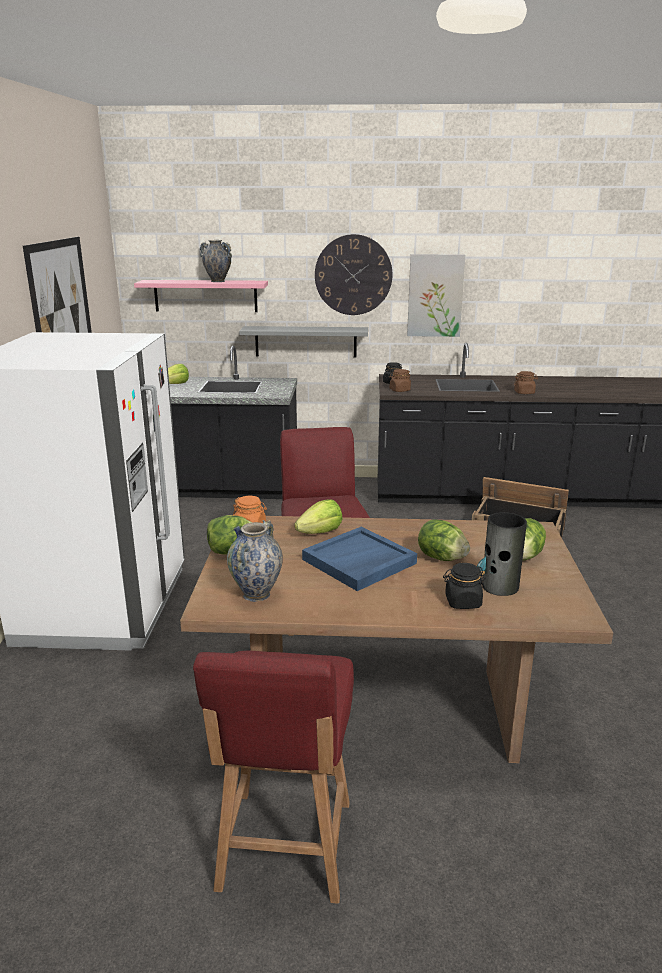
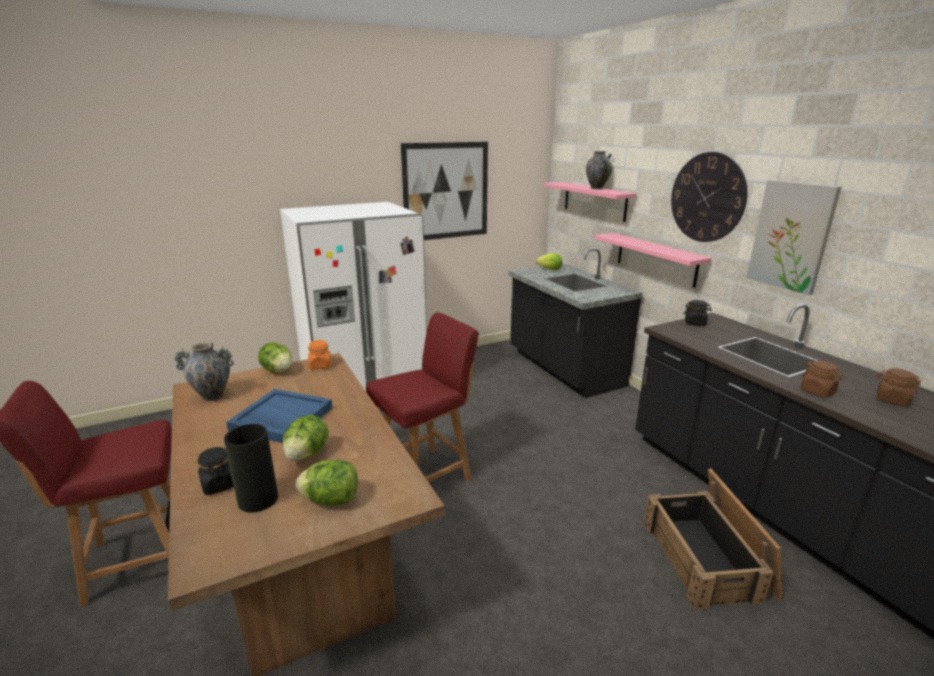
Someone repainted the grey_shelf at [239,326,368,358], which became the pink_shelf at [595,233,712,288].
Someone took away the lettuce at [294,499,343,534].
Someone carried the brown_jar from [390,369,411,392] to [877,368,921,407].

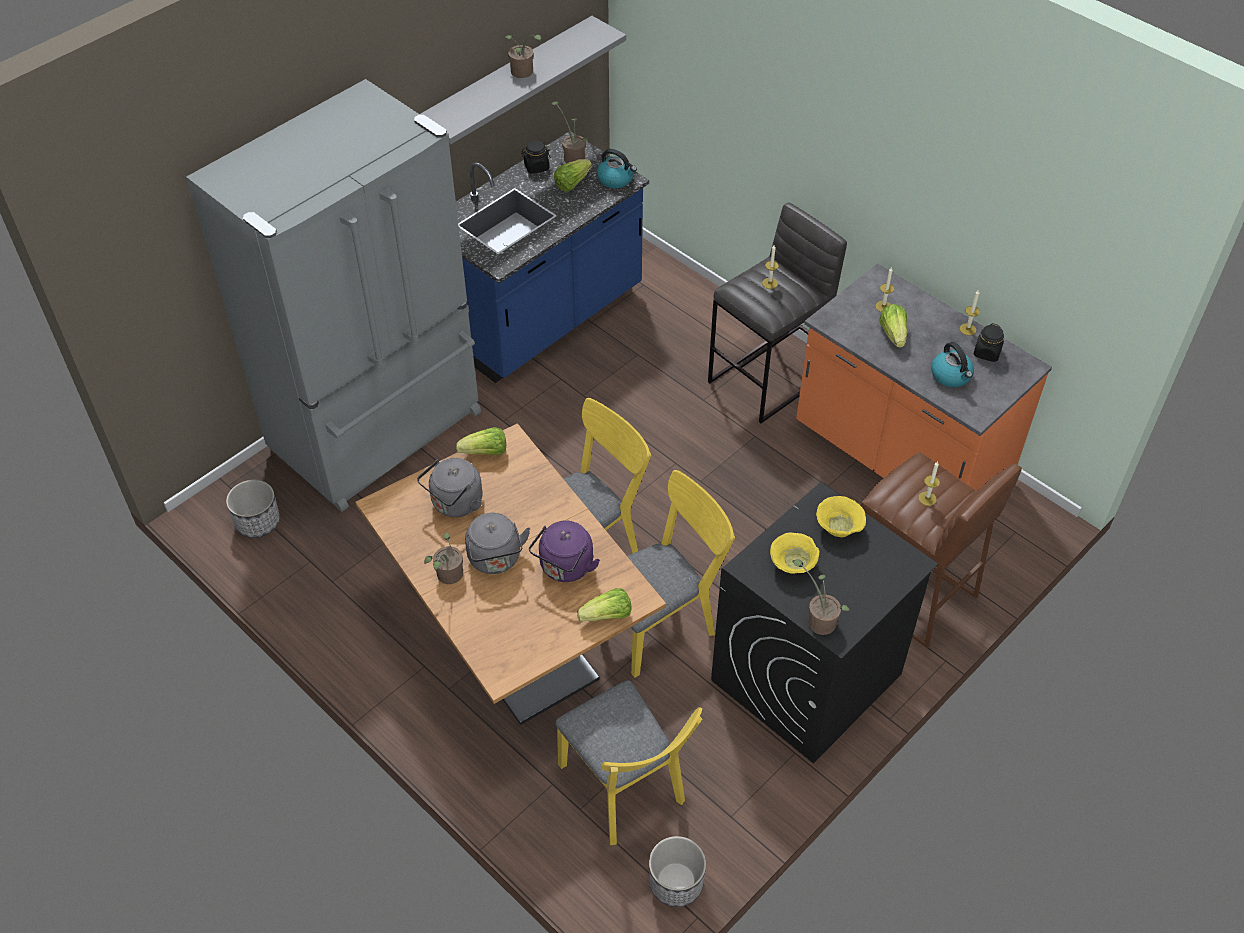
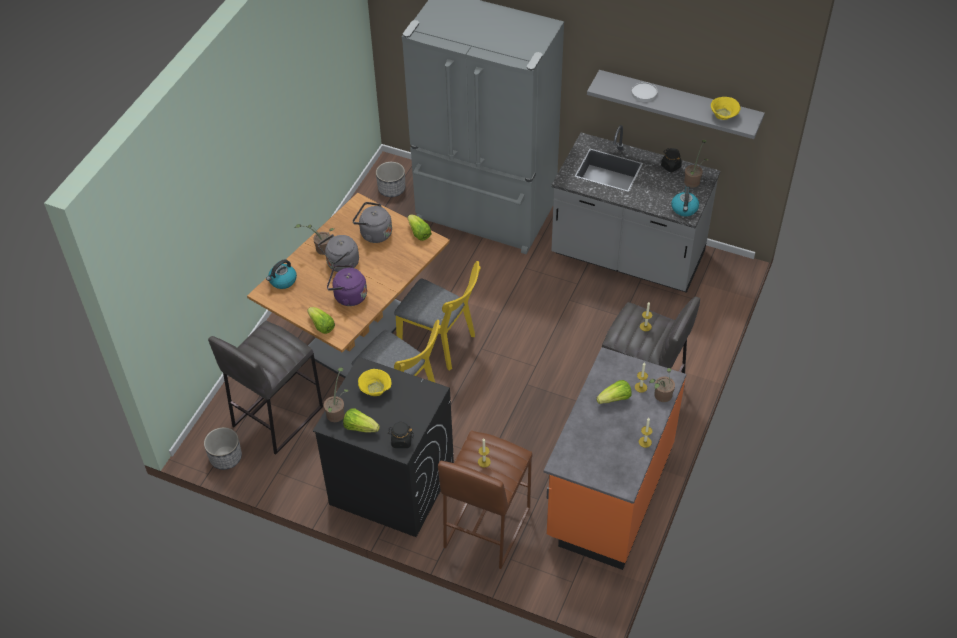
Someone repainted the blue_counter at [456,132,649,383], which became the grey_counter at [551,125,720,293].
Someone carried the potted_plant from [506,35,541,78] to [649,368,675,402].
Someone carried the lettuce from [554,159,592,192] to [343,408,380,433].
Someone swapped the yellow_chair at [555,680,702,845] for the grey_stool at [208,321,323,455].
Someone carried the yellow_bowl from [816,496,866,537] to [711,97,741,120].
Someone carried the kettle from [931,342,974,387] to [266,259,297,289].
Someone carried the black_jar from [973,323,1004,362] to [388,422,414,448].
Someone put down the white_plate at [632,82,657,102].

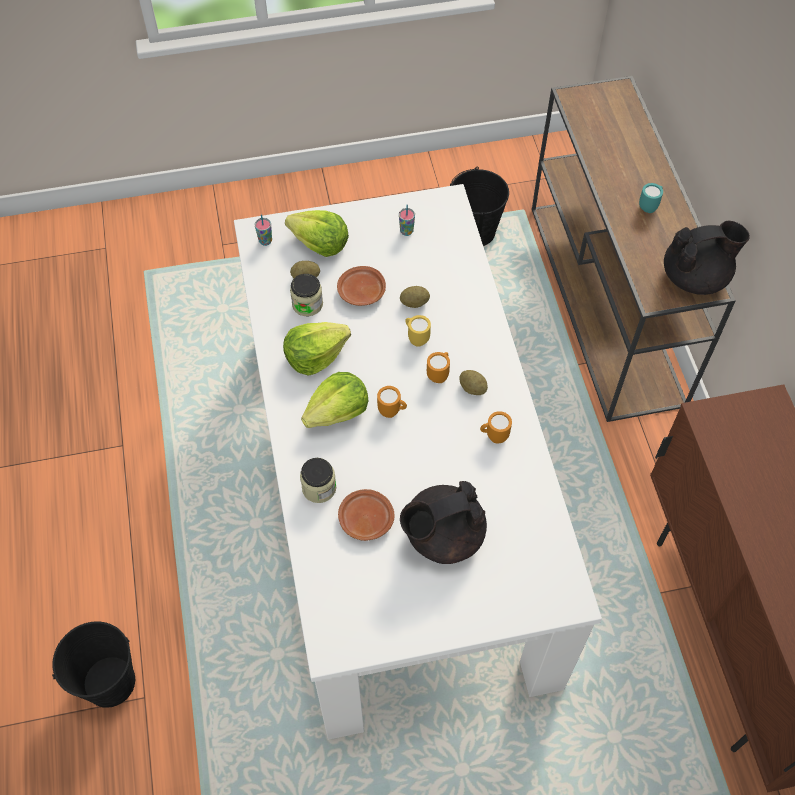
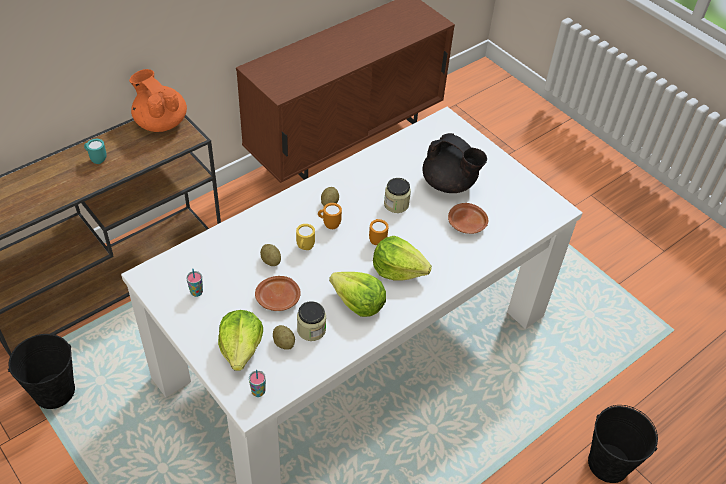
Someone carried the jar from [300,458,336,503] to [384,178,411,213].
Someone took away the orange_mug at [480,411,512,443].
Someone repainted the black_teapot at [664,221,750,295], which became the orange_teapot at [129,69,187,132].

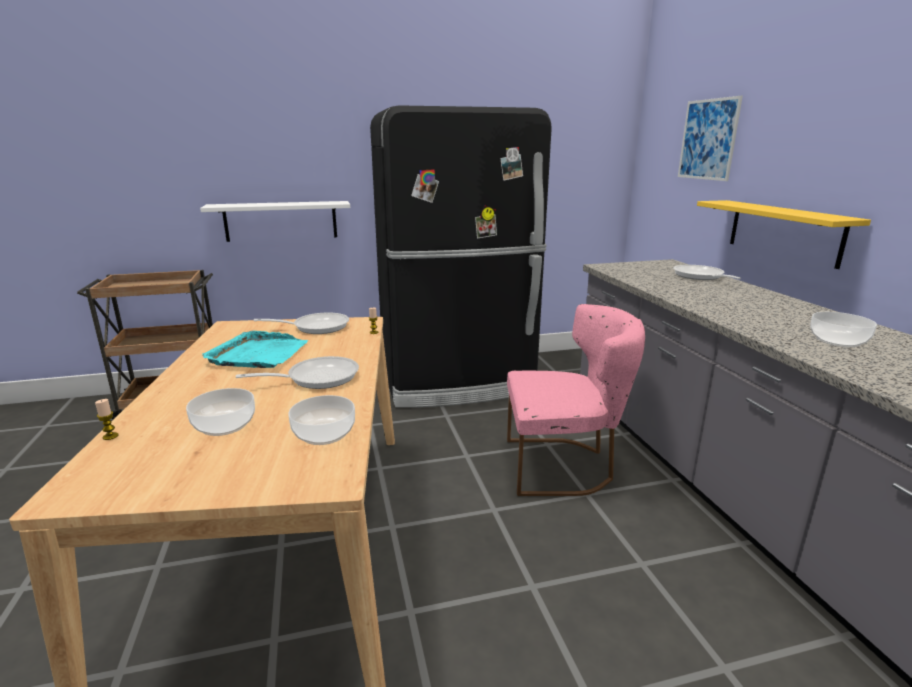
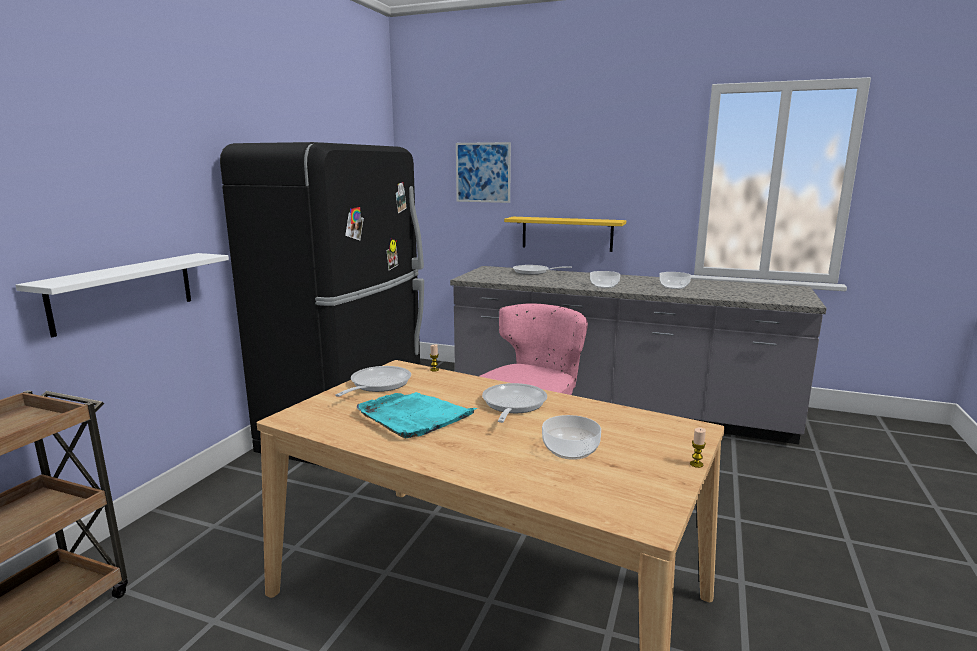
Someone carried the candle from [95,399,119,440] to [690,428,706,468].
Someone carried the bowl from [288,395,355,445] to [590,271,620,288].

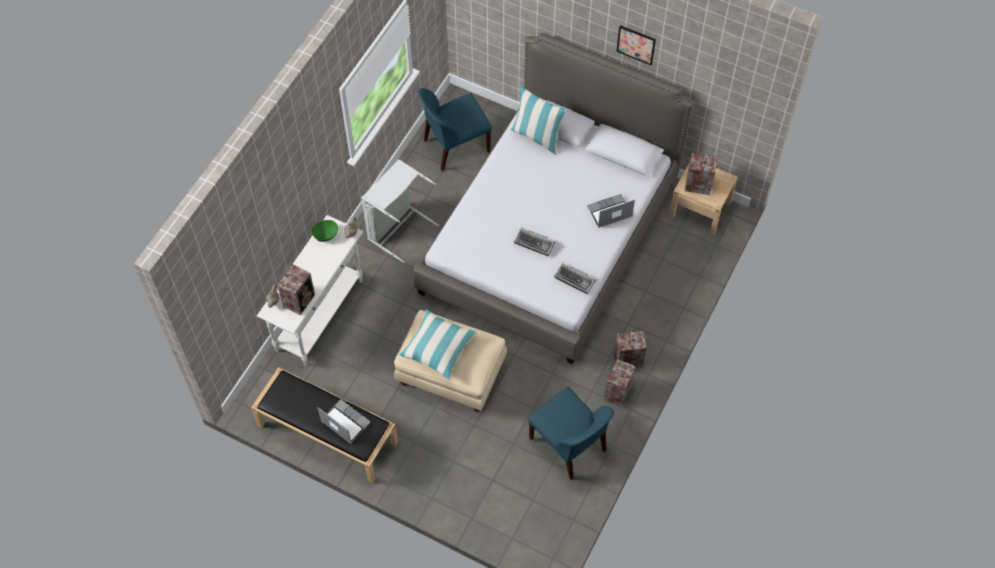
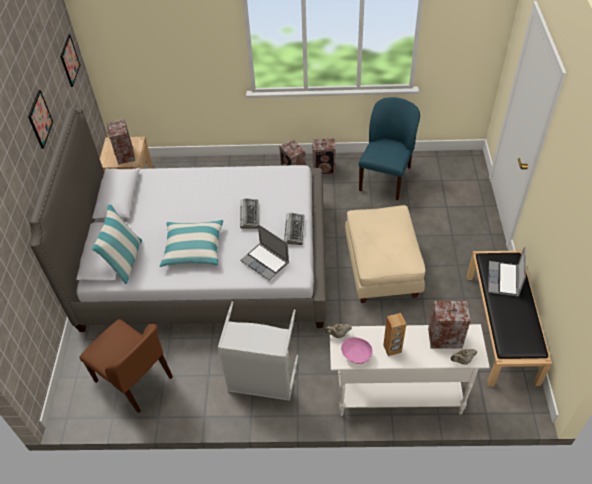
Someone repainted the green_bowl at [311,220,338,242], which became the pink_bowl at [341,337,373,364].
Someone carried the pillow from [399,309,477,380] to [160,219,223,267].
Someone repainted the blue_chair at [418,88,492,171], which became the brown_chair at [80,319,173,413].
Someone carried the keyboard from [554,262,596,294] to [284,213,304,245].
Someone carried the laptop from [587,194,635,228] to [240,224,289,281].
Someone put up the picture at [60,34,80,87].
Someone put down the brown_speaker at [383,313,406,356].

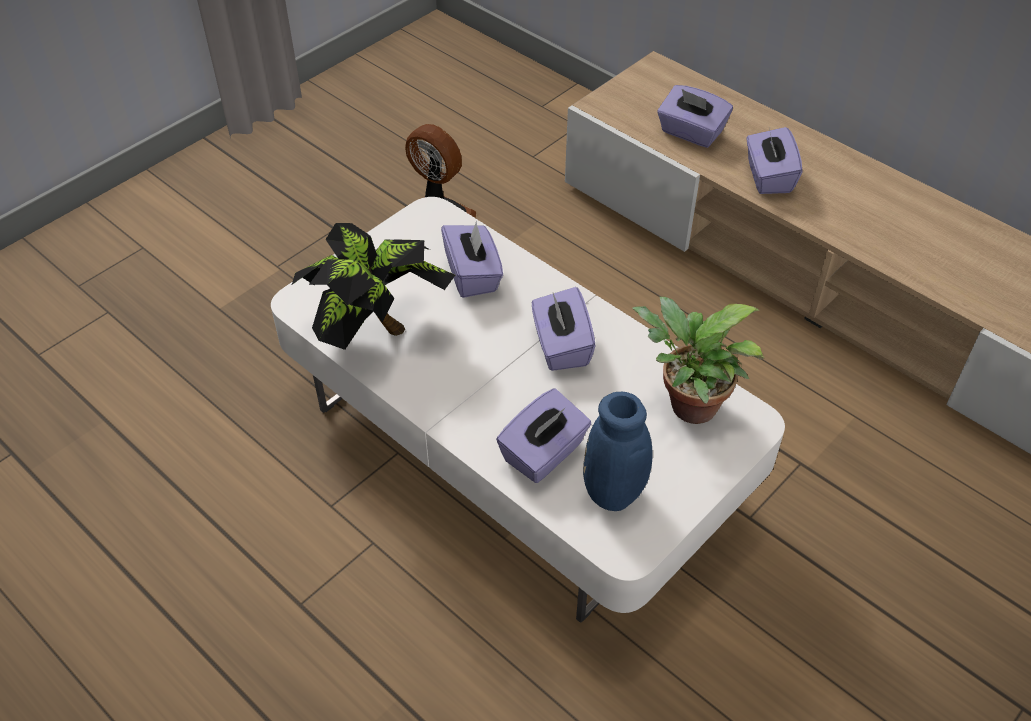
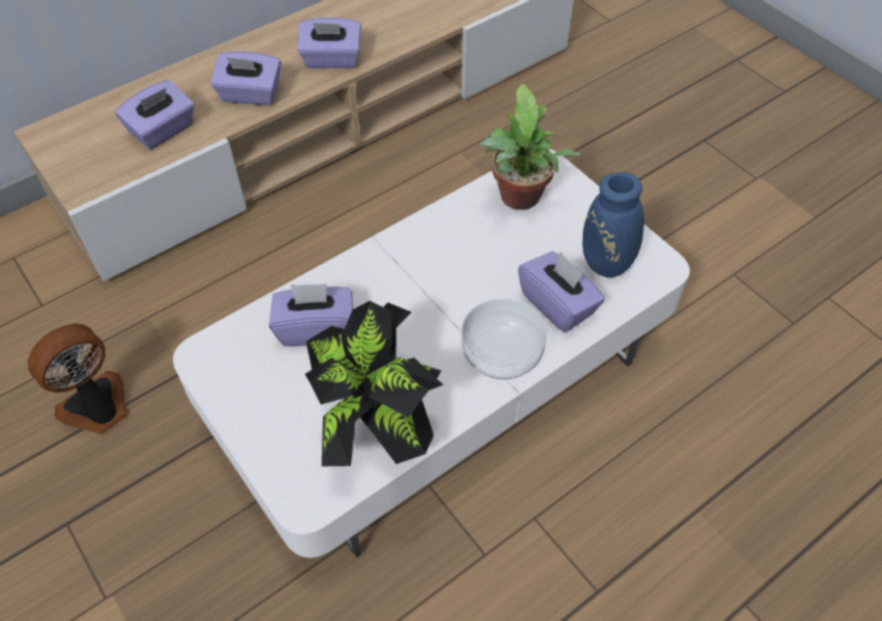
Someone carried the purple_tissue_box from [532,287,596,371] to [297,17,361,68].
Someone put down the bowl at [461,298,547,379].

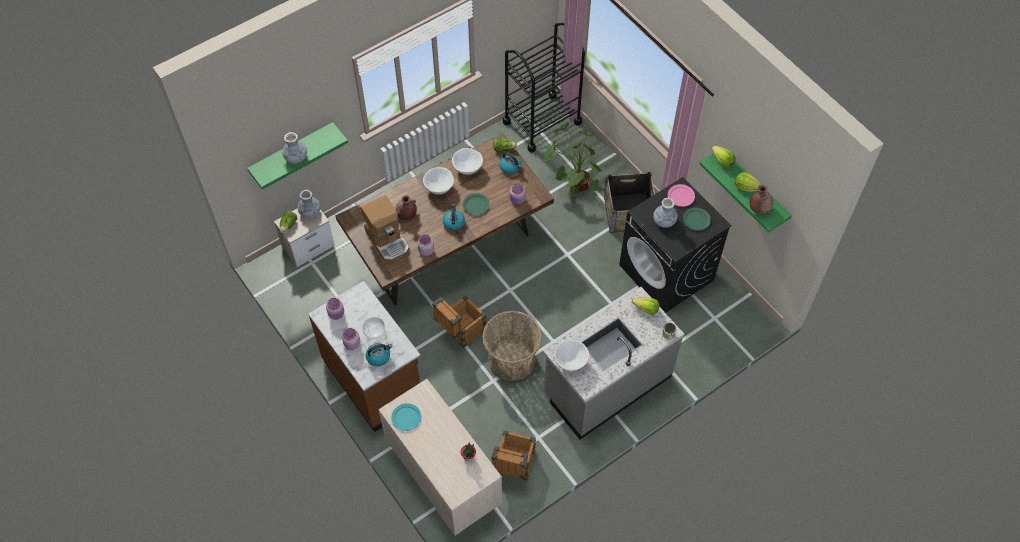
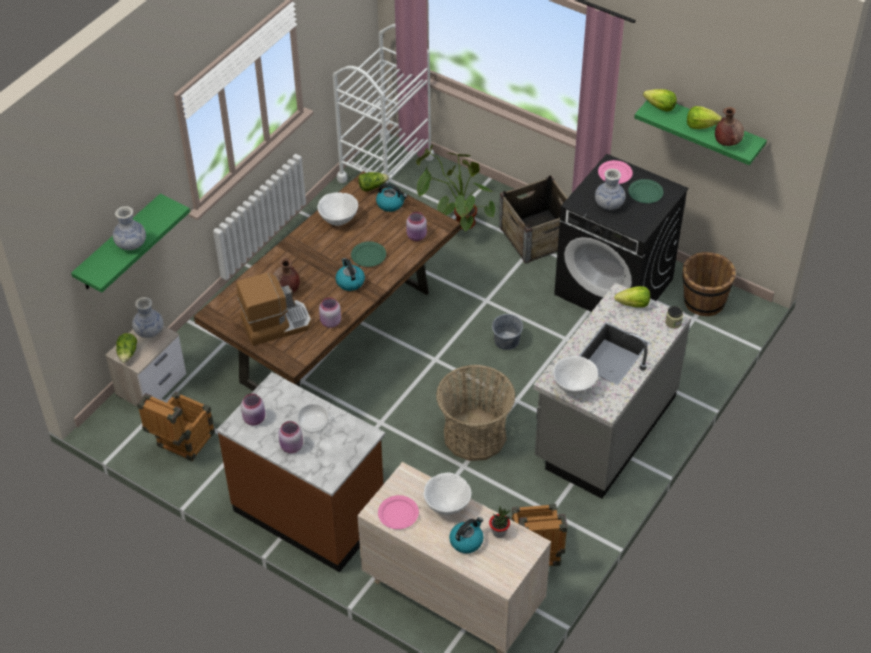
Someone rotated the coffee_machine at [361,195,410,262] by 60 degrees counterclockwise.
Someone carried the kettle from [366,343,392,366] to [449,517,484,554].
Someone repainted the turquoise_plate at [391,403,421,431], which became the pink_plate at [378,495,419,529].
Someone carried the white_bowl from [423,167,454,195] to [424,473,471,515].
Someone carried the crate from [432,295,487,348] to [137,392,215,461].
Someone repainted the black_cart at [503,23,585,153], which became the white_cart at [333,24,434,183].
Someone put down the grey_bucket at [492,314,523,350].
Someone put down the brown_bucket at [682,252,736,316].

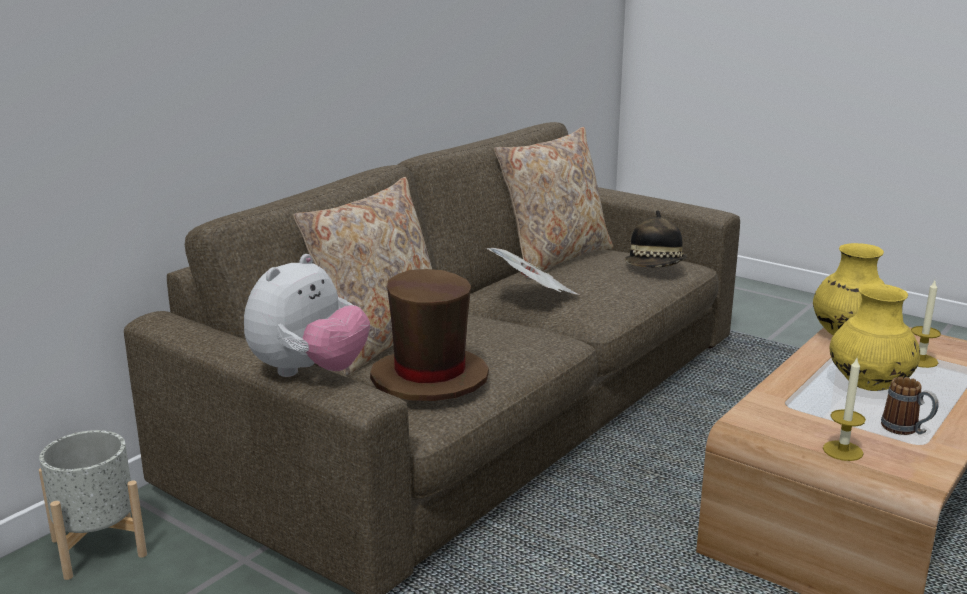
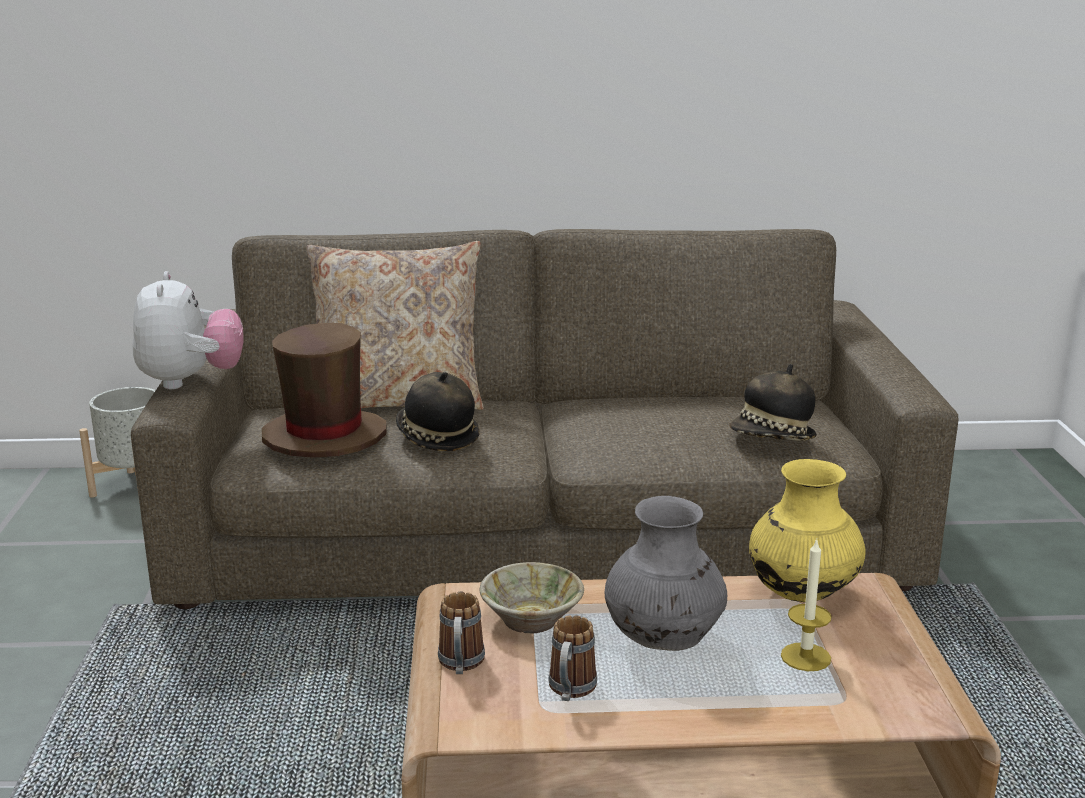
Someone rotated the plush_toy at [244,254,370,377] by 90 degrees counterclockwise.
Someone took away the newspaper at [486,248,580,295].
Someone took away the beige_pillow at [494,127,613,279].
Someone swapped the candle at [823,358,866,461] for the mug at [438,592,485,674].
Someone repainted the yellow_vase at [830,284,920,391], which became the grey_vase at [605,496,727,651].
Someone put down the hat at [396,372,480,451].
Someone put down the beige_bowl at [479,562,584,633].

